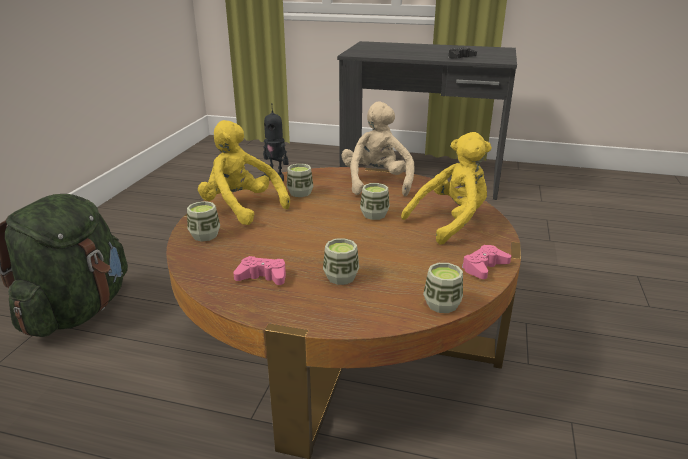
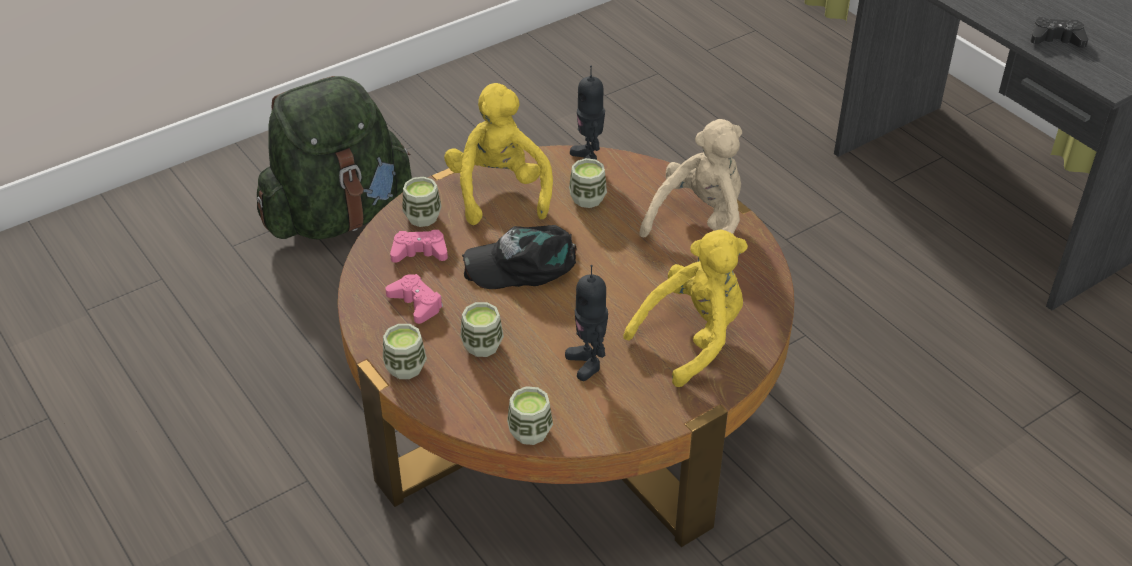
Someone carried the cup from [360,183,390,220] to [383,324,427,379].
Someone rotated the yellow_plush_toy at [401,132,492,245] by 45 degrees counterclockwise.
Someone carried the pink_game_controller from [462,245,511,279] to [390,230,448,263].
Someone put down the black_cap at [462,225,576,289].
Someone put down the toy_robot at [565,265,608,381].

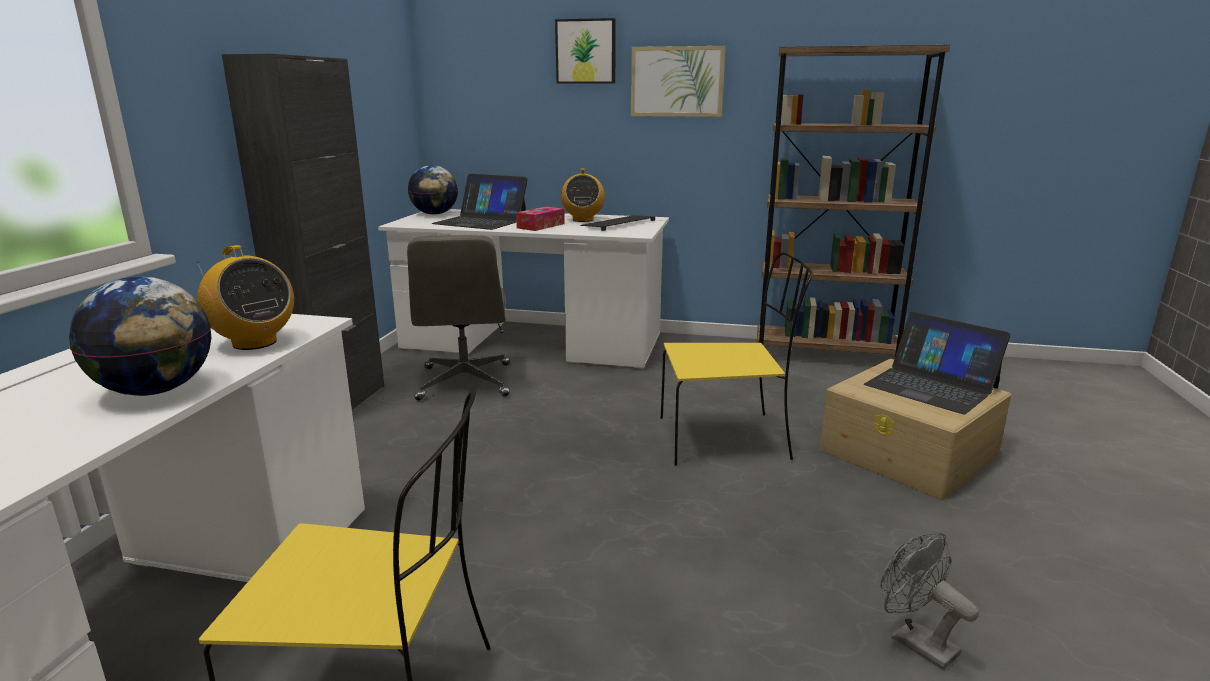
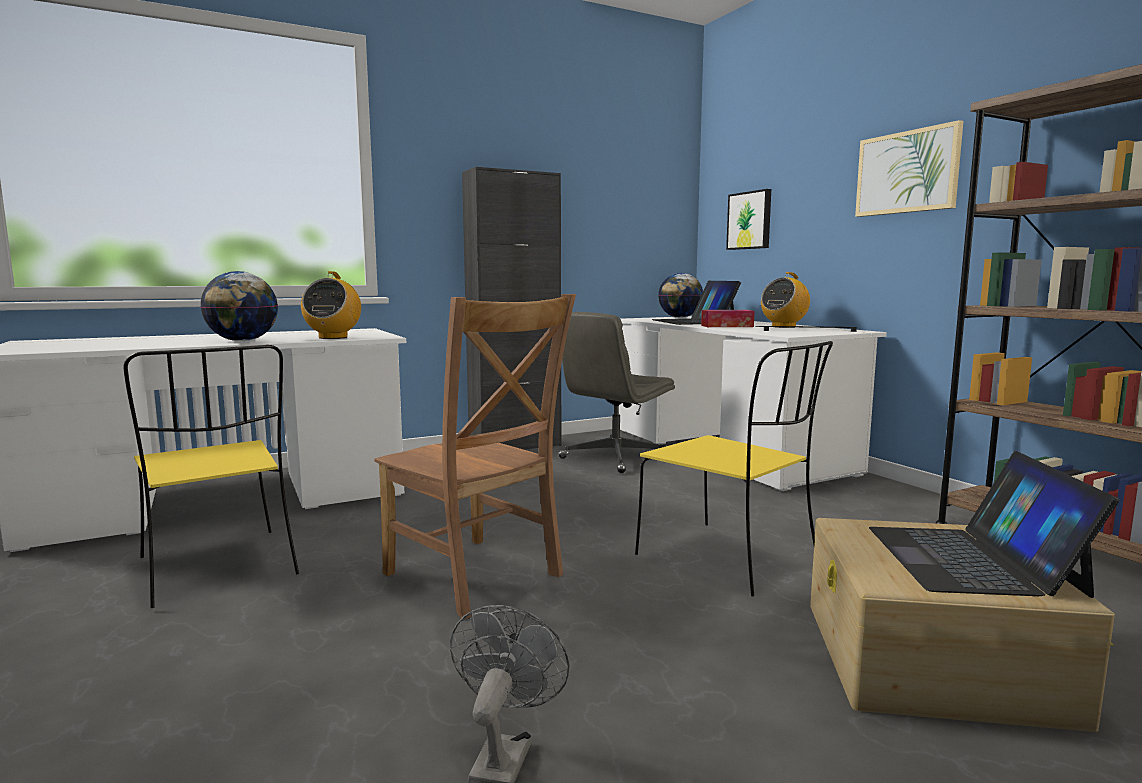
Someone carried the picture from [555,18,616,84] to [726,189,771,250].
Someone put down the brown_chair at [375,294,576,619].

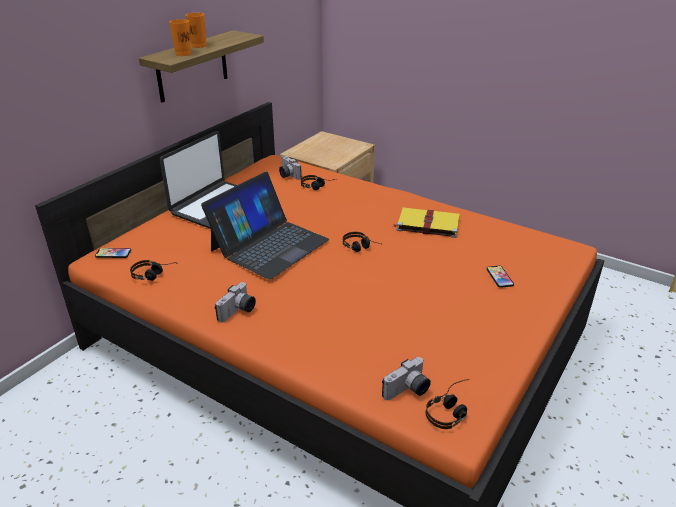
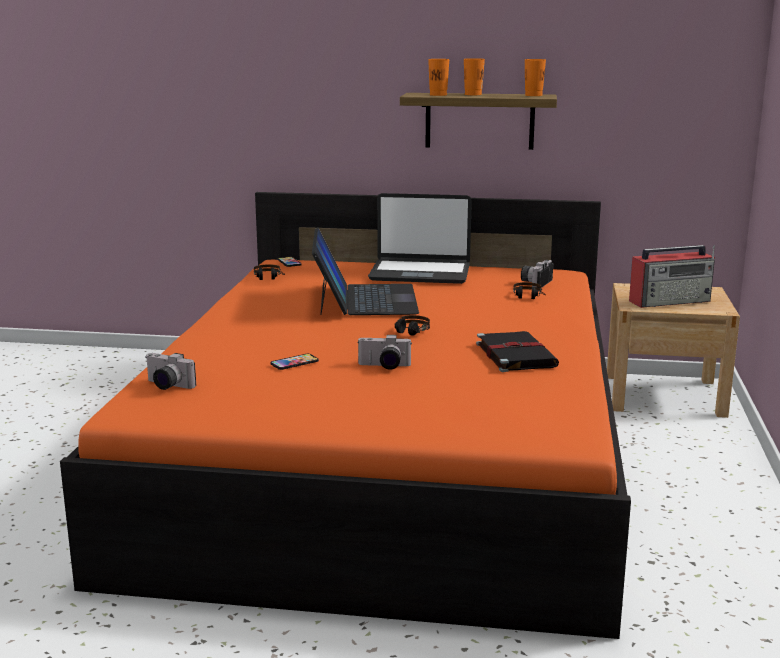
Someone rotated the laptop at [201,172,329,279] by 105 degrees counterclockwise.
Someone carried the photo_camera from [215,282,256,323] to [358,335,411,369].
Someone repainted the yellow_book at [393,207,460,238], which became the black_book at [476,331,559,372].
Someone took away the headphones at [426,379,469,429].
Someone carried the phone from [487,266,514,288] to [271,354,319,370].
Someone put down the orange_cup at [525,59,546,96].
Someone put down the radio at [629,245,715,308].

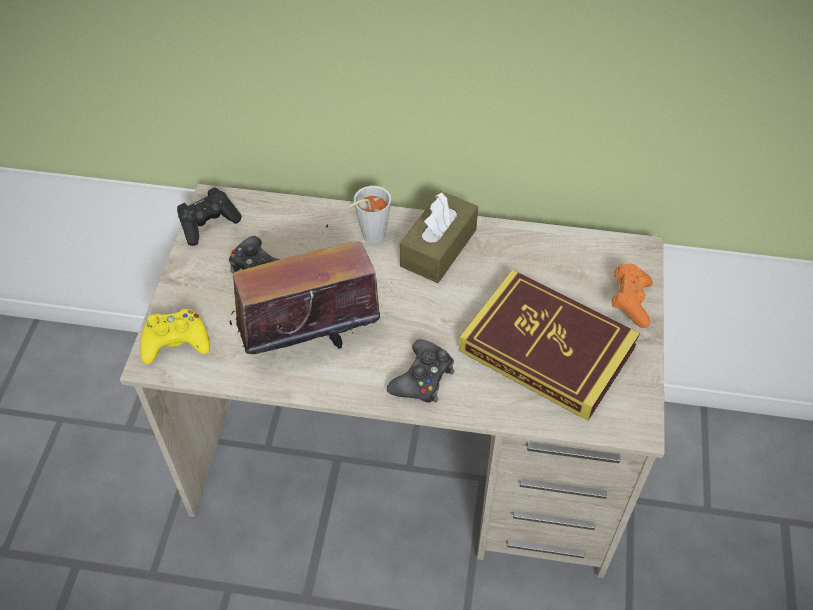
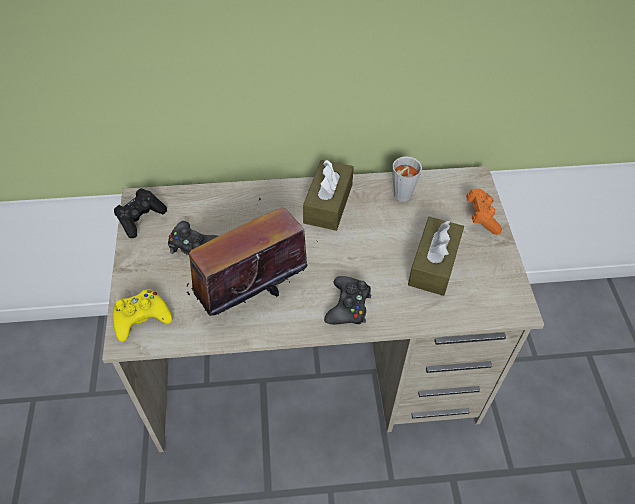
Someone carried the grey_cup from [349,186,391,243] to [392,156,422,202].
Someone swapped the book at [459,270,640,421] for the brown_tissue_box at [408,217,464,296].

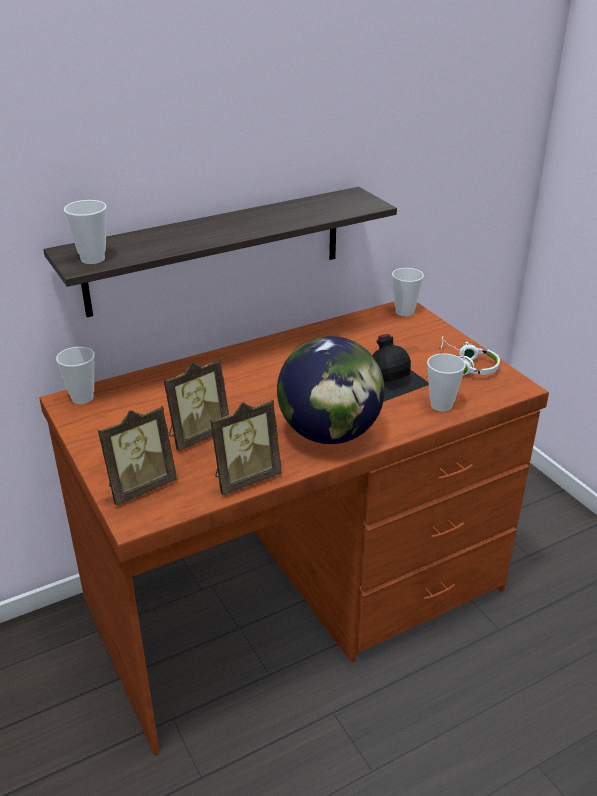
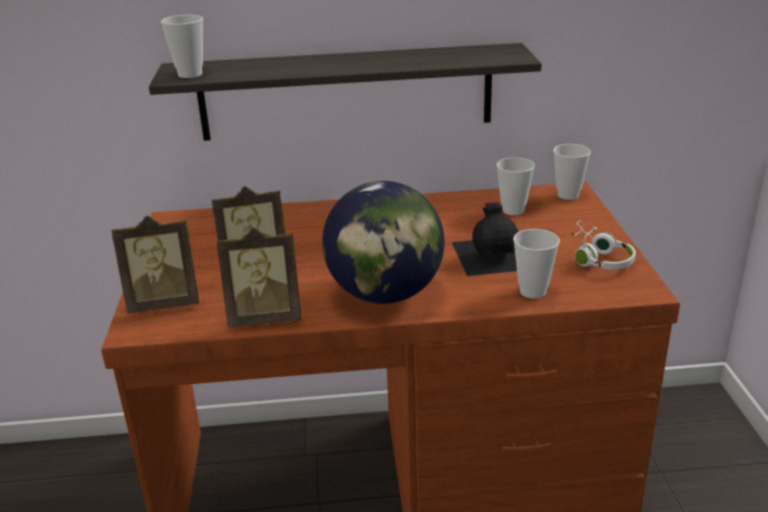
Someone carried the cup from [56,347,95,404] to [496,157,535,215].

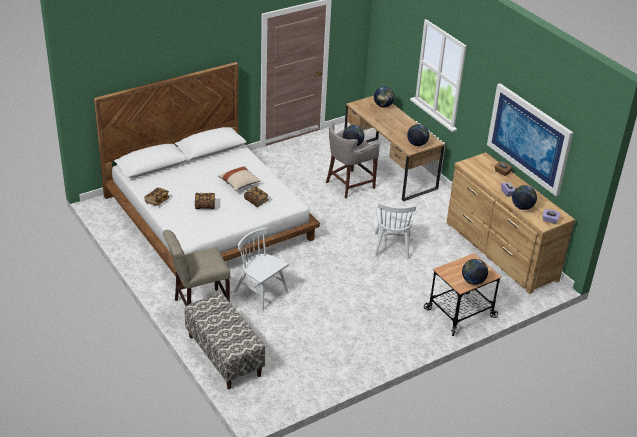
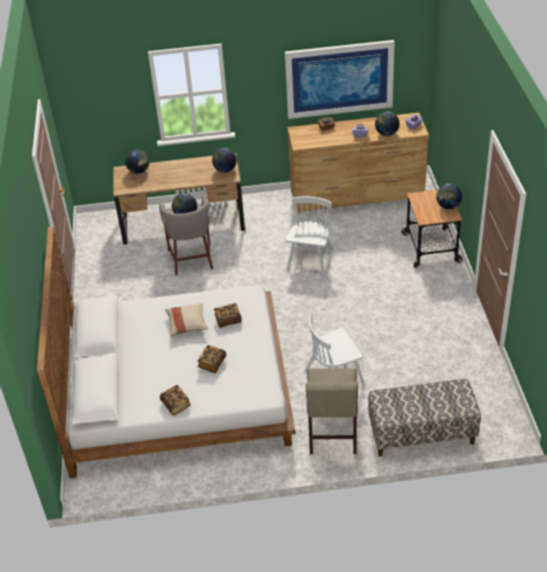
Someone rotated the white_chair at [374,202,416,259] by 105 degrees counterclockwise.

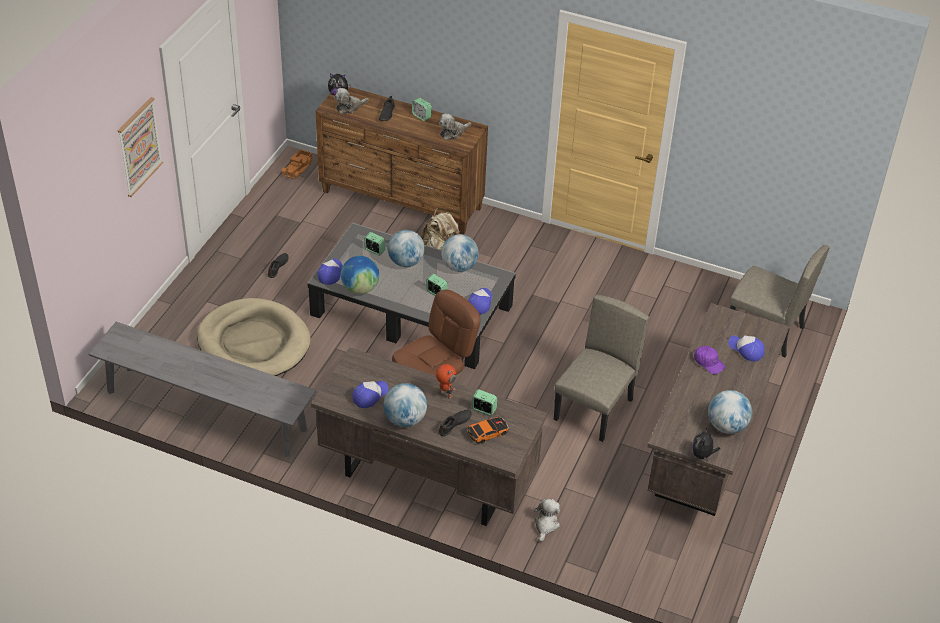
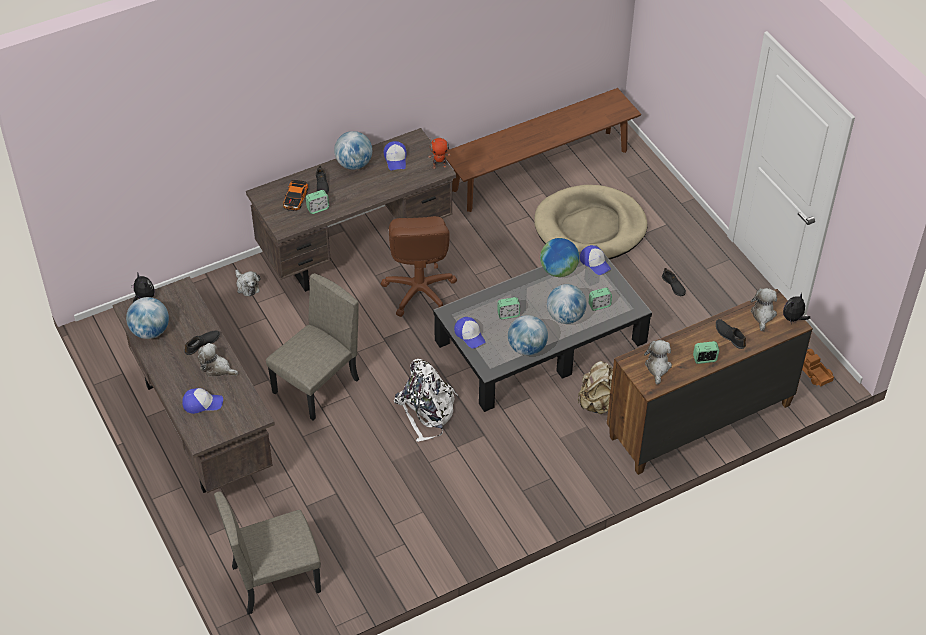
Someone repainted the grey_bench at [88,322,316,457], which became the brown_bench at [445,88,641,212].
Someone took away the picture at [118,97,163,197].
Someone carried the toy_robot from [436,364,456,399] to [428,138,450,169].
Someone rotated the beige_chair at [554,295,649,442] by 120 degrees counterclockwise.
Someone swapped the purple_cap at [694,346,725,374] for the plush_toy at [198,343,238,377].
Someone put down the black_shoe at [184,330,220,355].
Someone put down the white_backpack at [394,359,458,442].

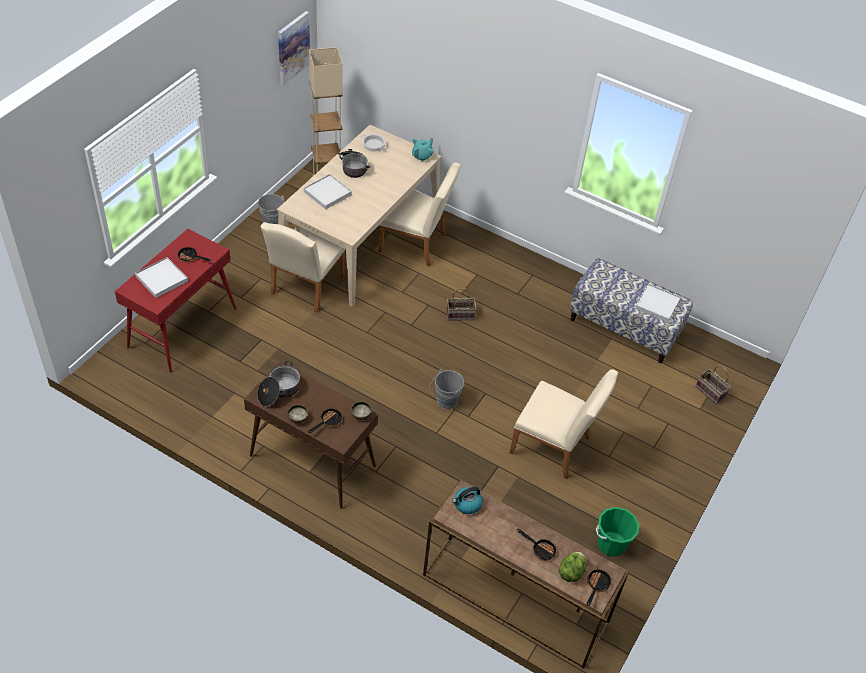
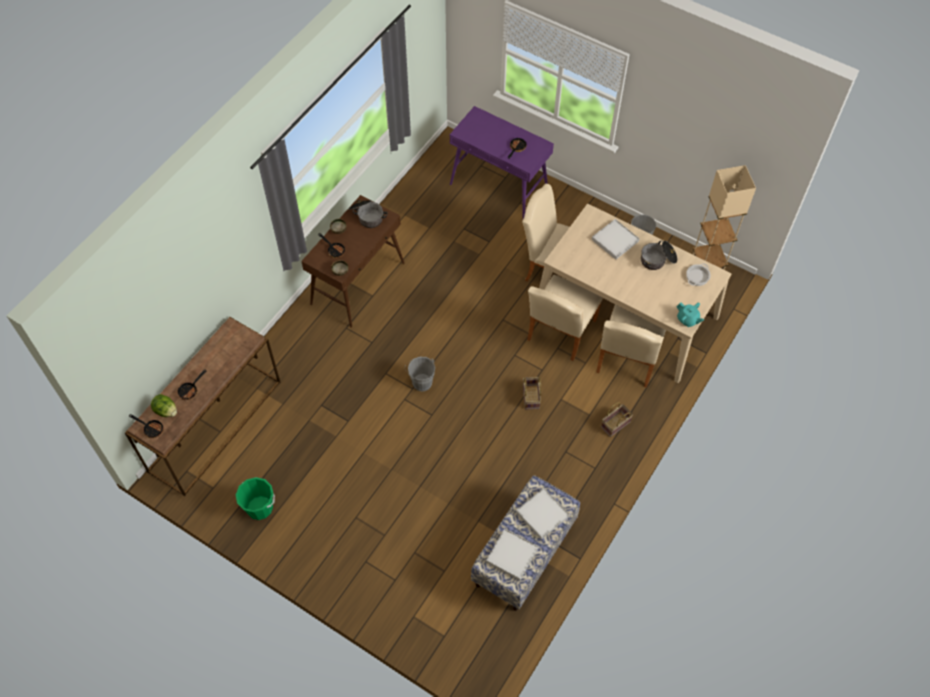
Someone repainted the red_console_table at [115,229,236,372], which became the purple_console_table at [450,106,554,219].
Someone carried the white_tray from [135,257,188,298] to [516,488,570,540].
Someone took away the picture at [278,11,310,86].
Someone took away the kettle at [452,487,483,514].
Someone carried the beige_chair from [510,369,618,479] to [527,275,603,361].
Someone carried the basket from [695,365,731,404] to [601,402,633,437].

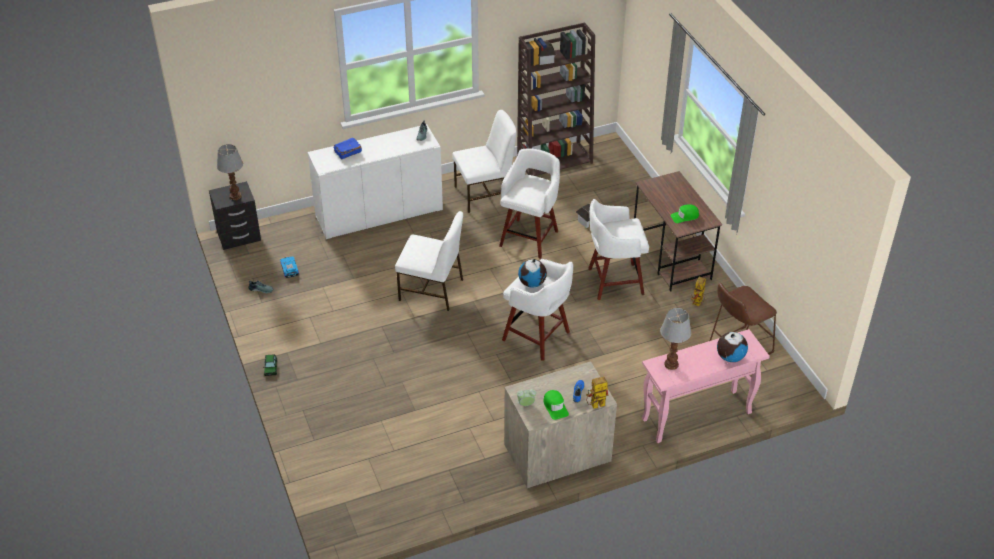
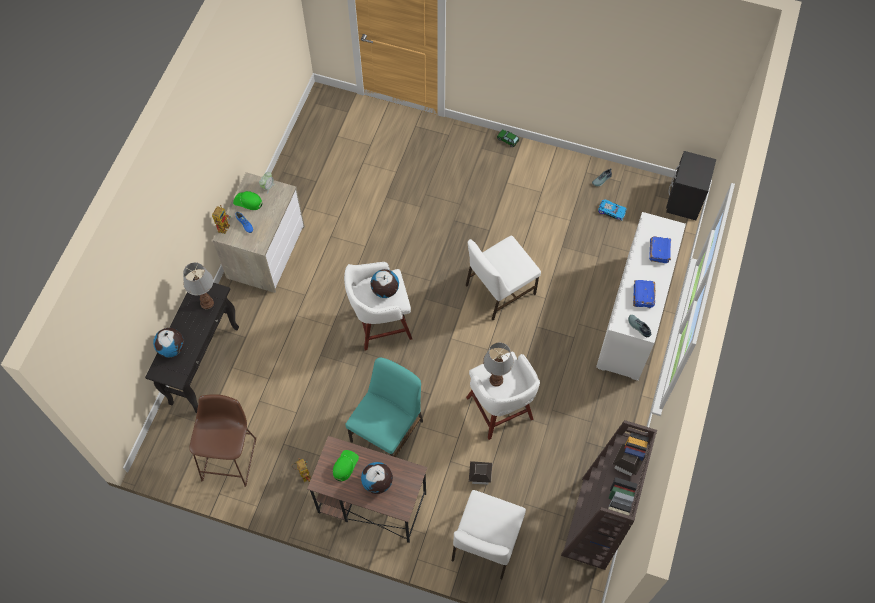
Someone carried the table_lamp from [217,144,243,200] to [483,342,514,386].
Someone carried the white_chair from [452,110,517,213] to [452,490,526,579].
Someone swapped the white_stool at [588,199,649,300] for the turquoise_chair at [345,357,423,457].
Someone repainted the pink_console_table at [642,329,770,443], which became the black_console_table at [145,277,239,413].
Someone put down the globe at [361,462,393,494].
Someone put down the blue_book at [633,280,655,308].

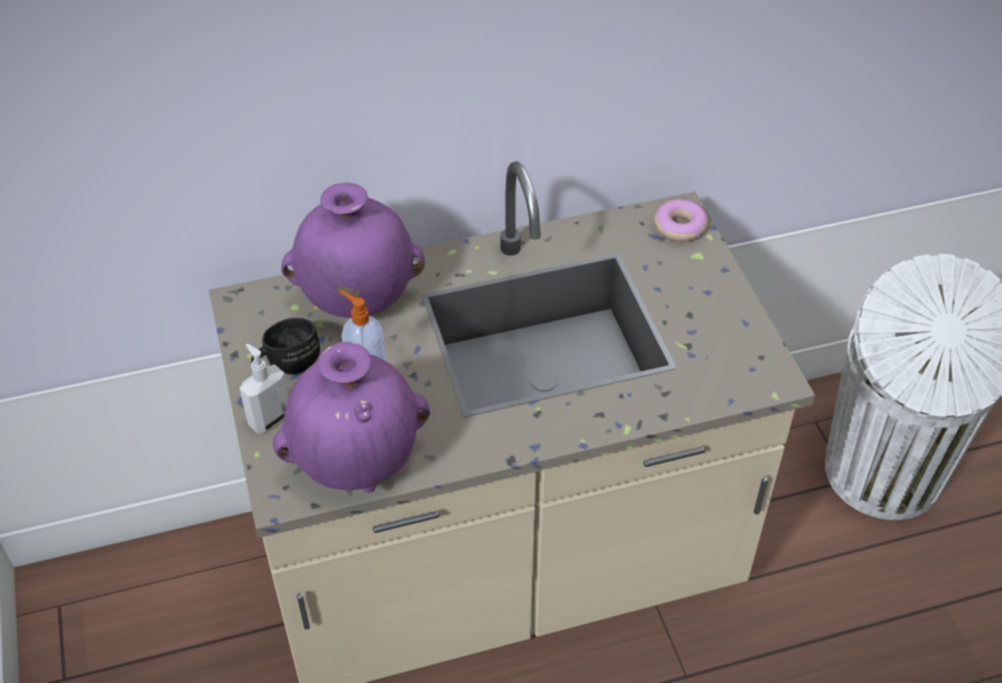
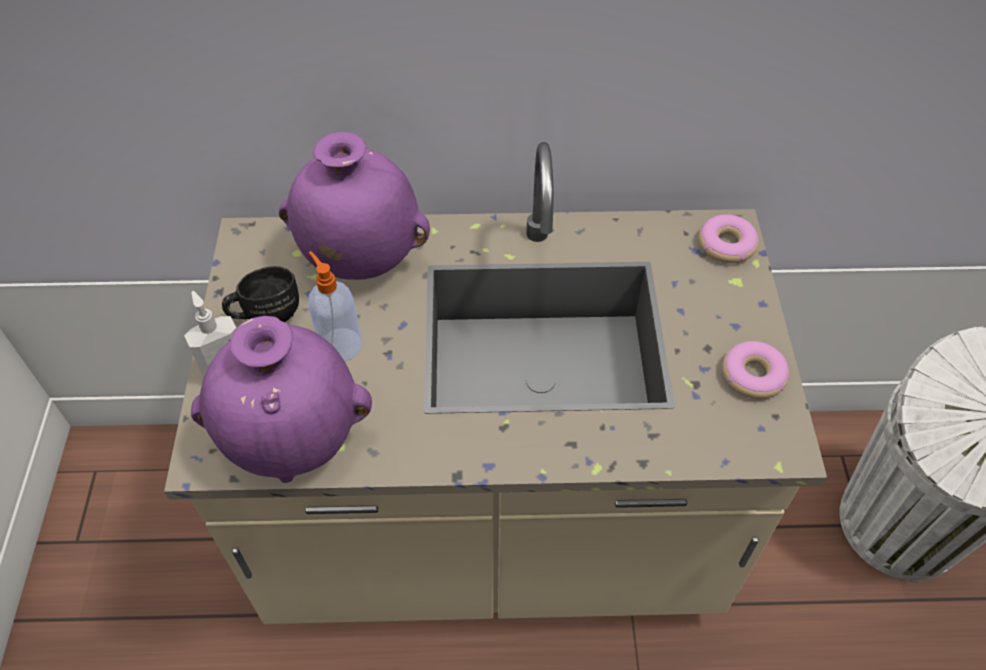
Someone put down the donut at [722,341,789,399].

